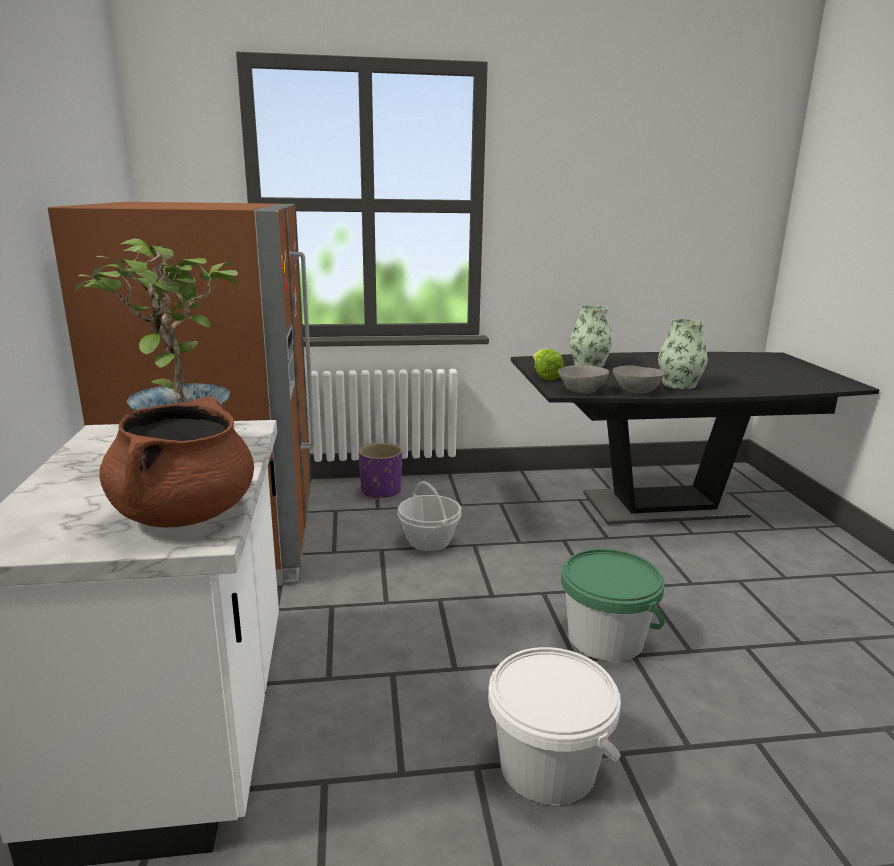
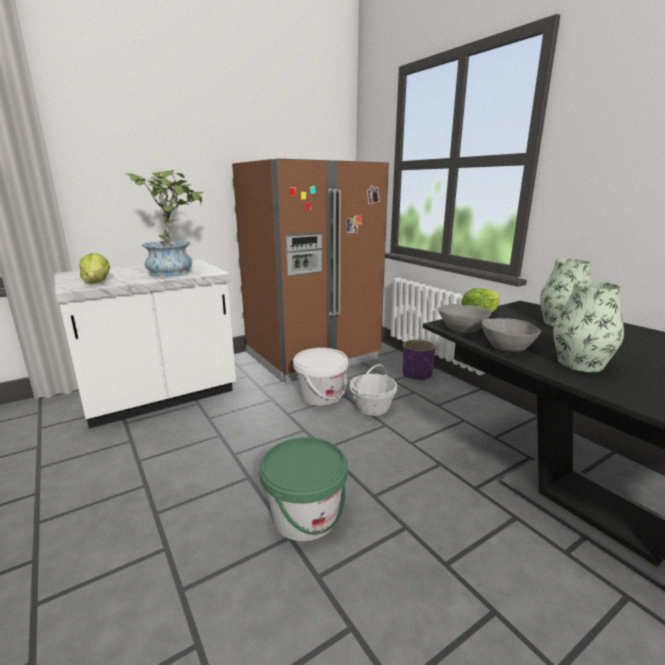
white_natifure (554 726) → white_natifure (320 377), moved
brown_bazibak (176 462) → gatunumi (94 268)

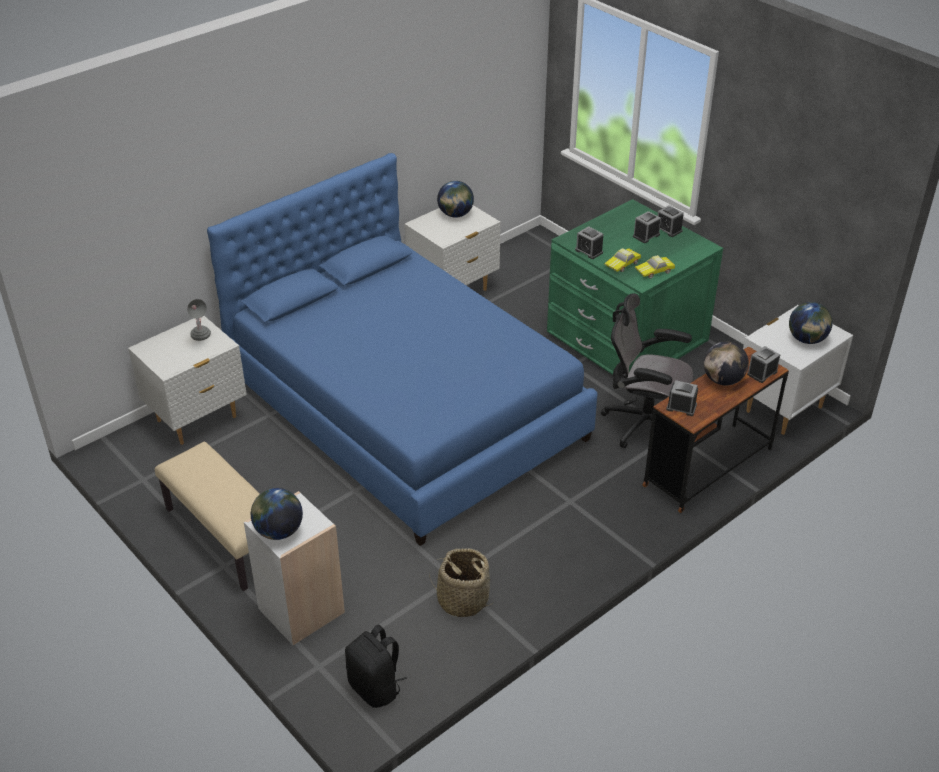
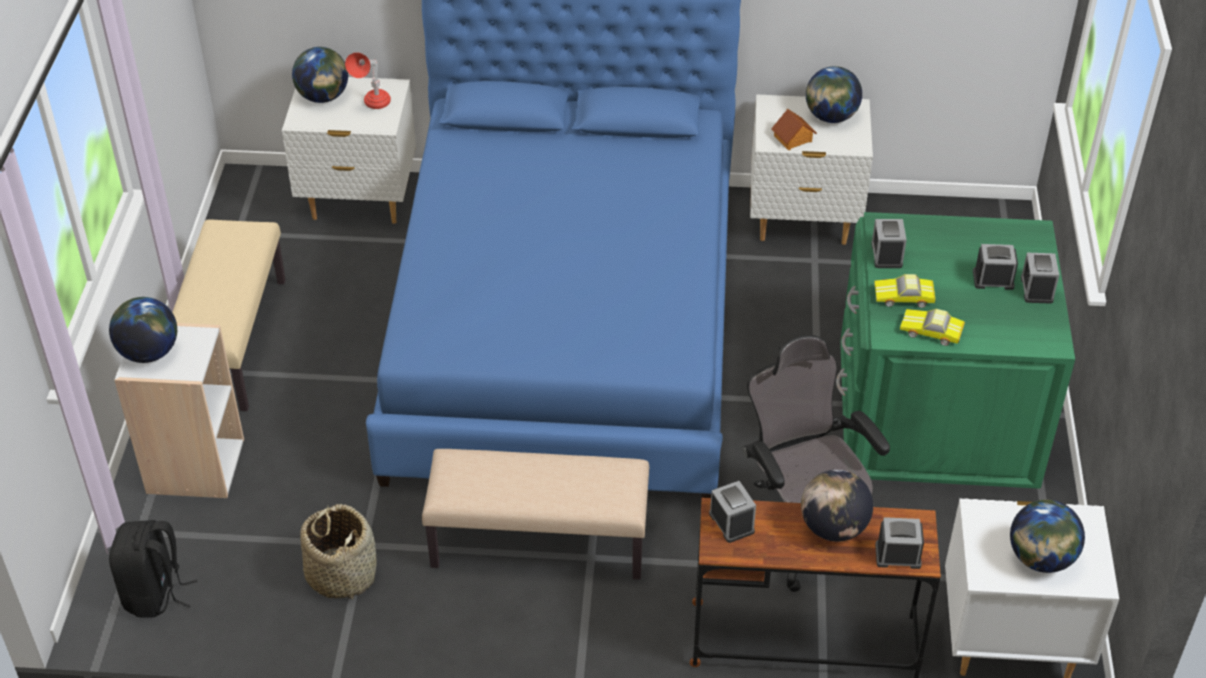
- → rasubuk (320 75)
- → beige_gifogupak (535 514)
- → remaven (794 129)
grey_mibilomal (199 320) → red_mibilomal (368 80)

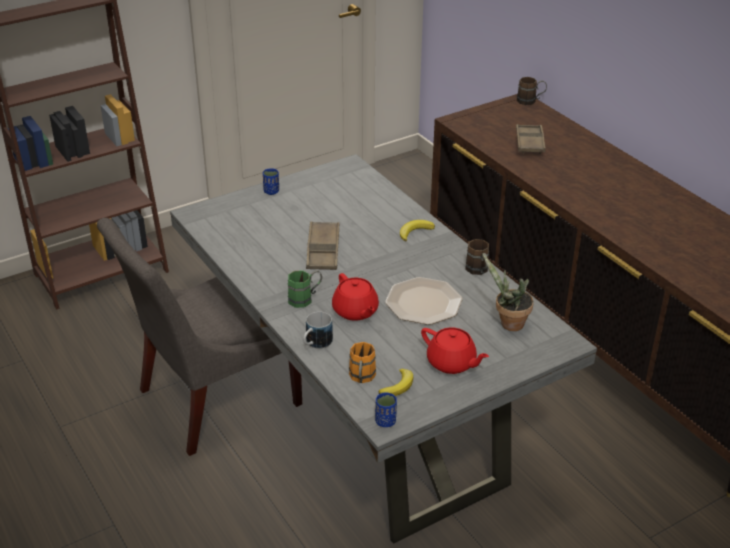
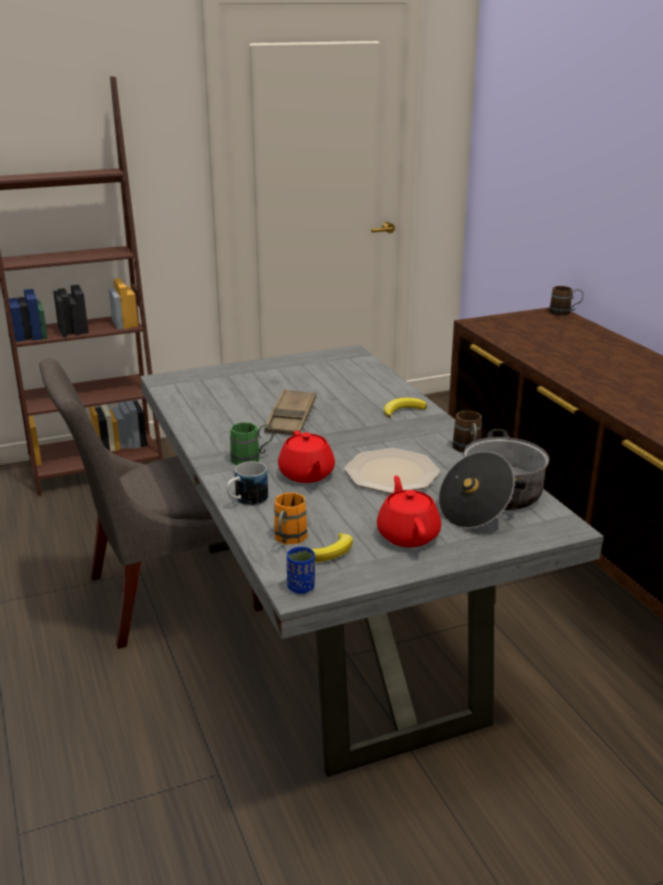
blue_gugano (271 181) → -
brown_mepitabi (531 139) → -
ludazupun (508 292) → bazibak (493 479)
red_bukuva (455 350) → red_bukuva (409 511), 150 degrees counterclockwise

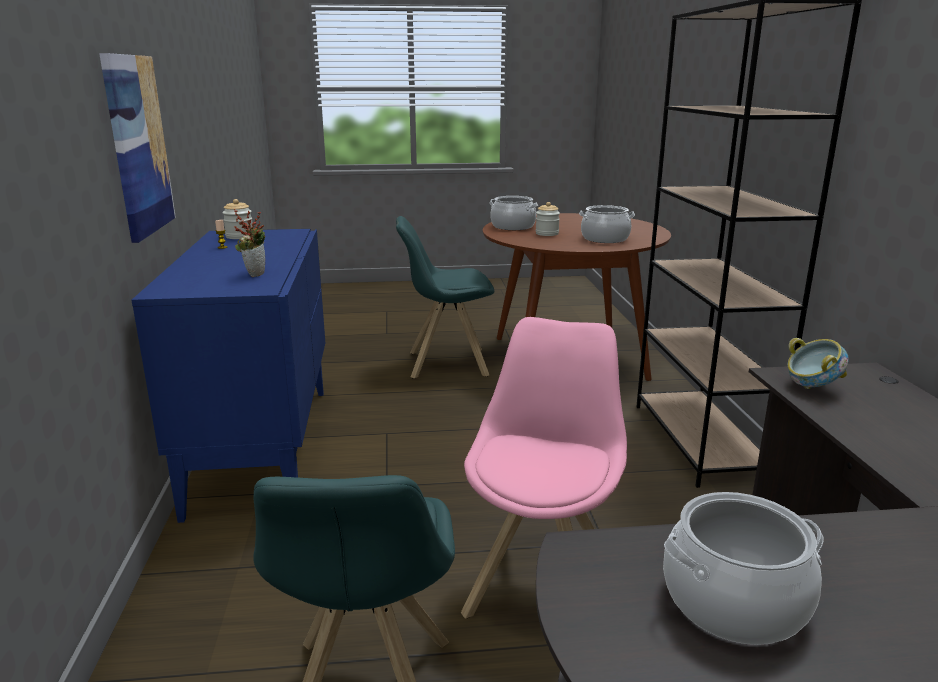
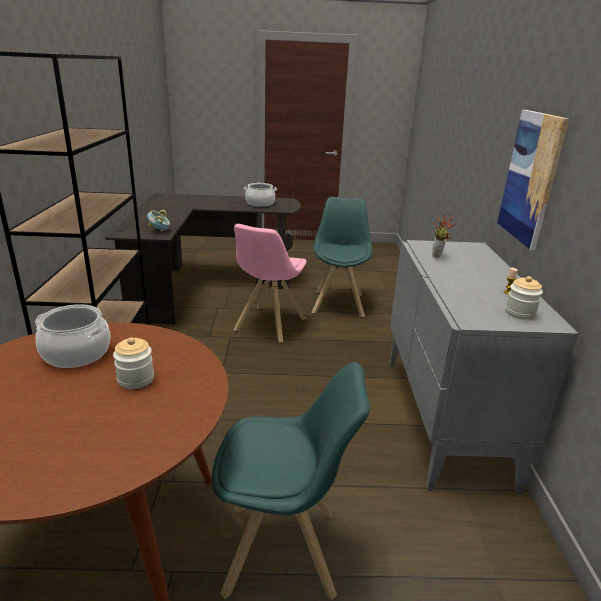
bazibak (513 213) → -
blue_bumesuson (228 376) → grey_bumesuson (484 366)

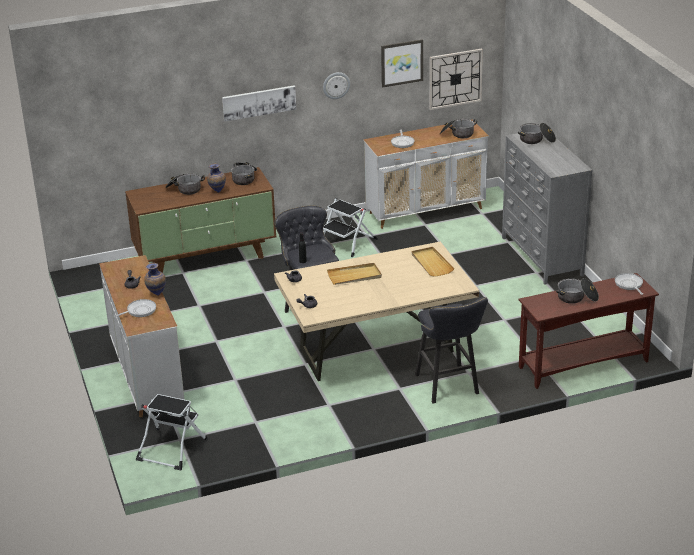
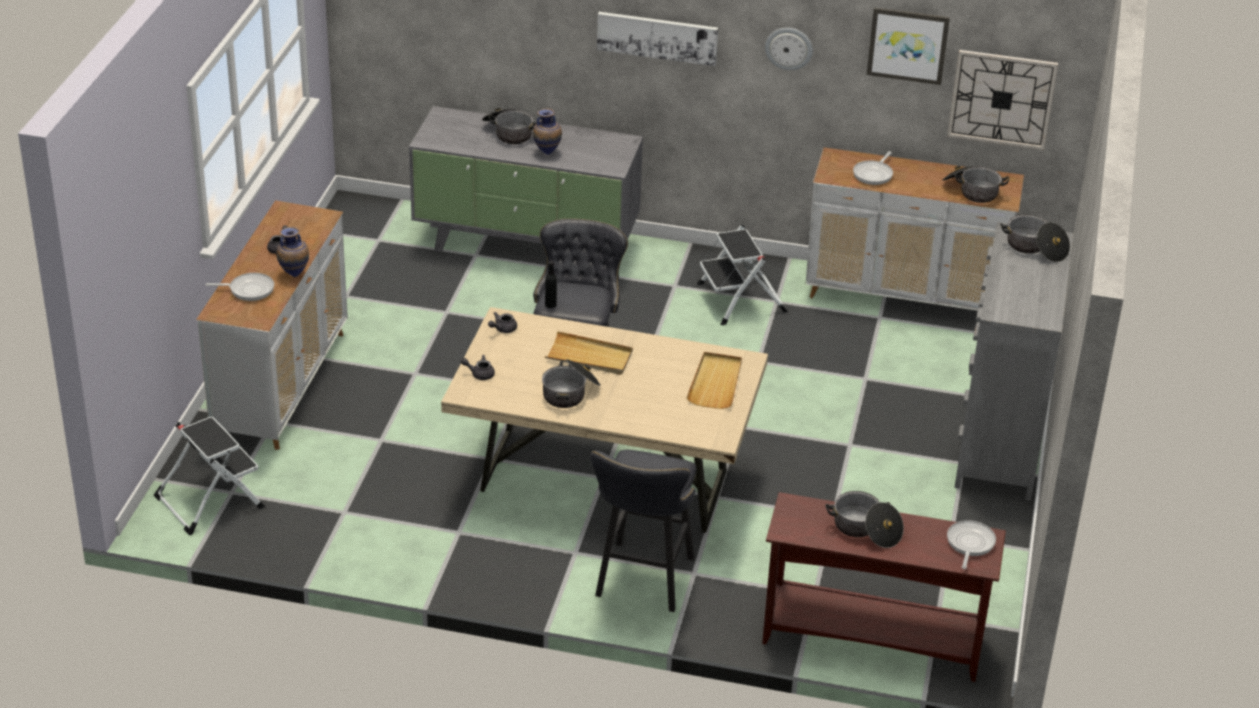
bazibak (244 173) → bazibak (571 383), moved
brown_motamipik (200 220) → grey_motamipik (526 179)

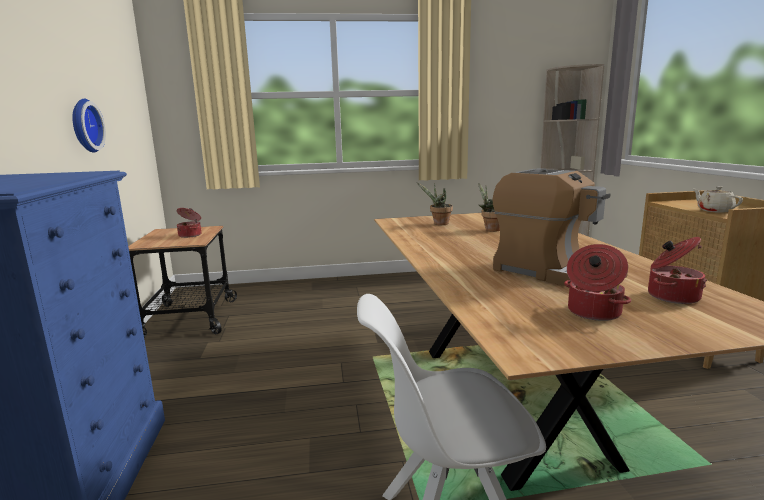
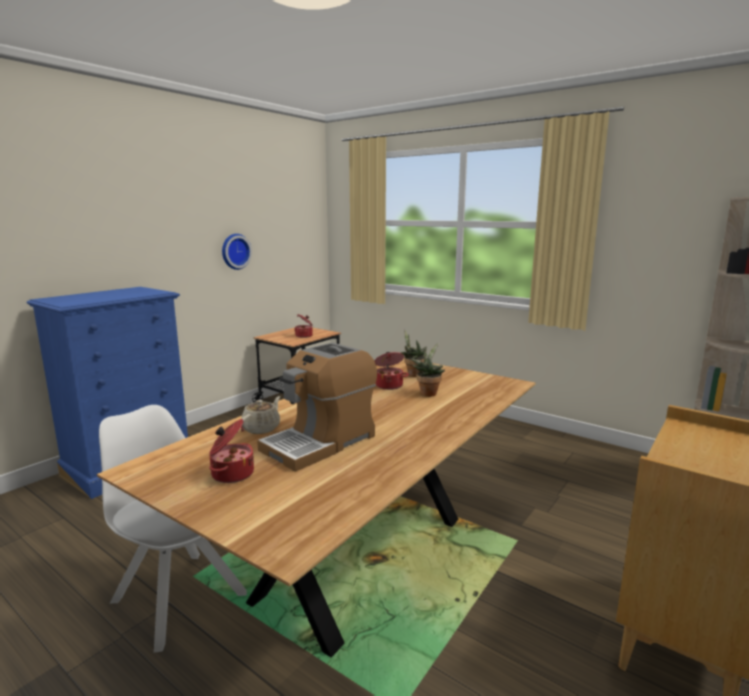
bazibak (677 270) → bazibak (392 371), moved
beige_bukuva (718 199) → beige_bukuva (260 415), moved
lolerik (561 227) → lolerik (317 407), 45 degrees clockwise

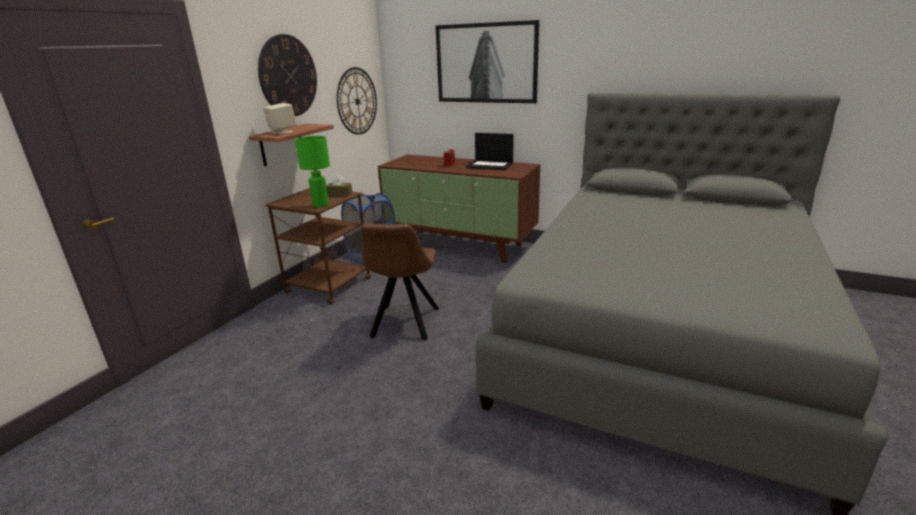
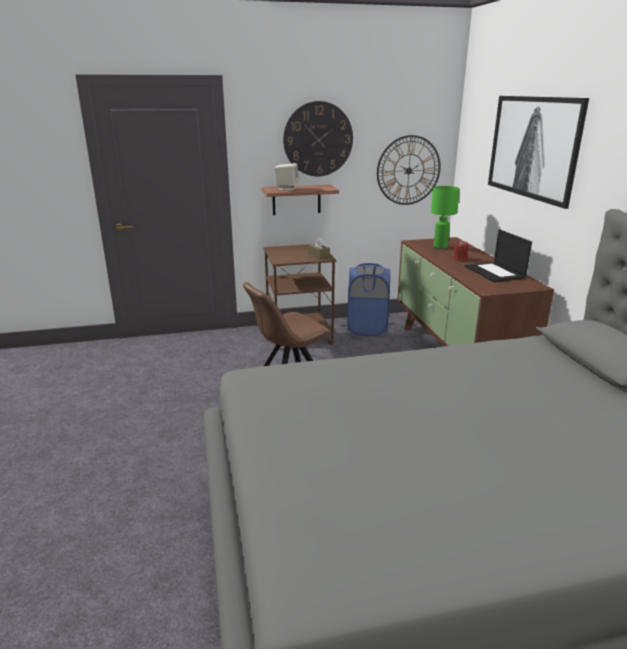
green_mibilomal (312 172) → green_mibilomal (445 217), moved

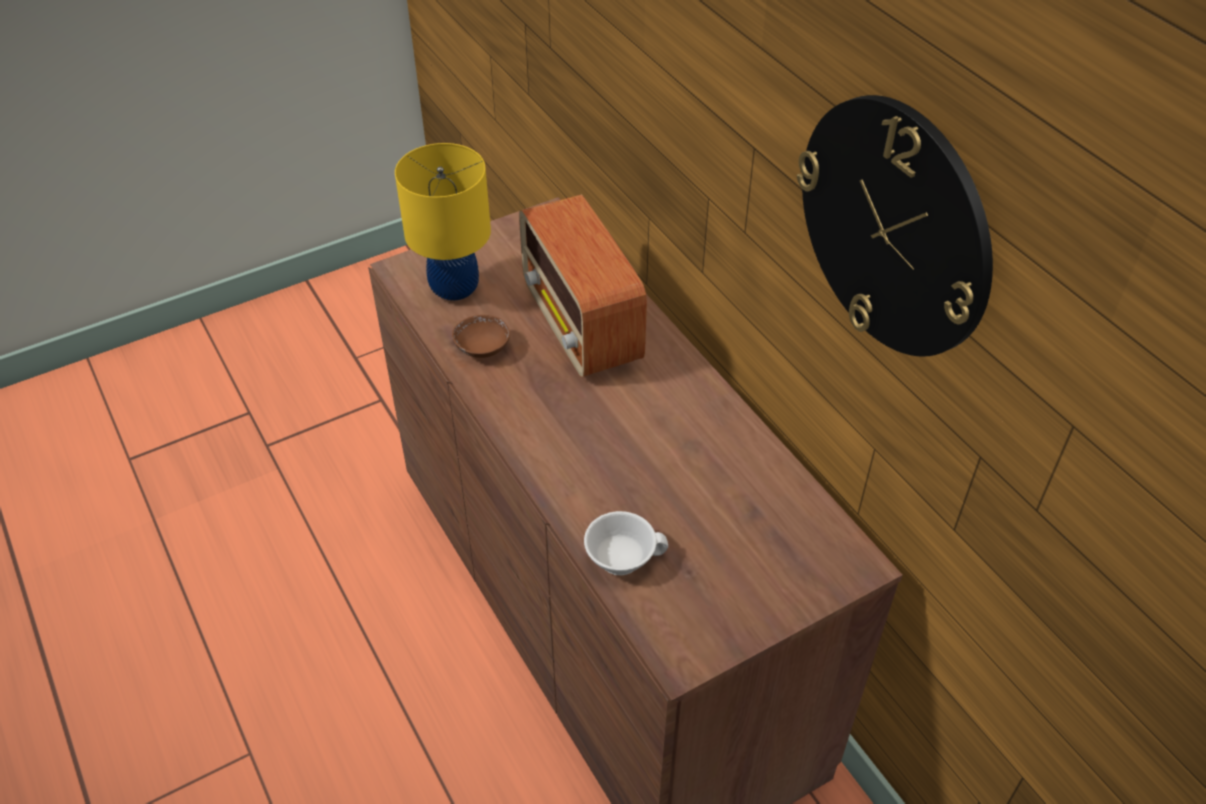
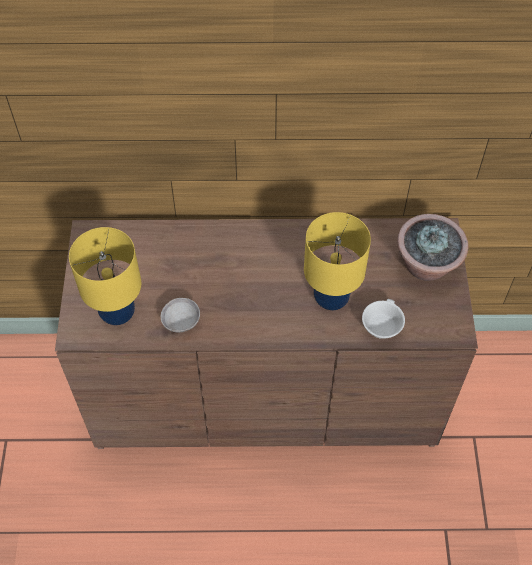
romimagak (583 286) → -
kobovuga (895 226) → -
- → yellow_mibilomal (337 261)
- → ludazupun (433 247)
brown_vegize (481 336) → grey_vegize (180 315)

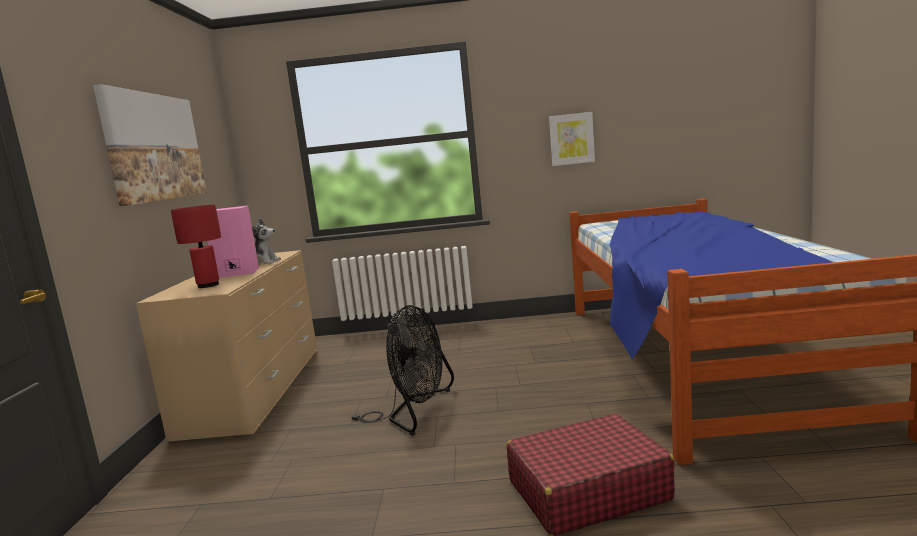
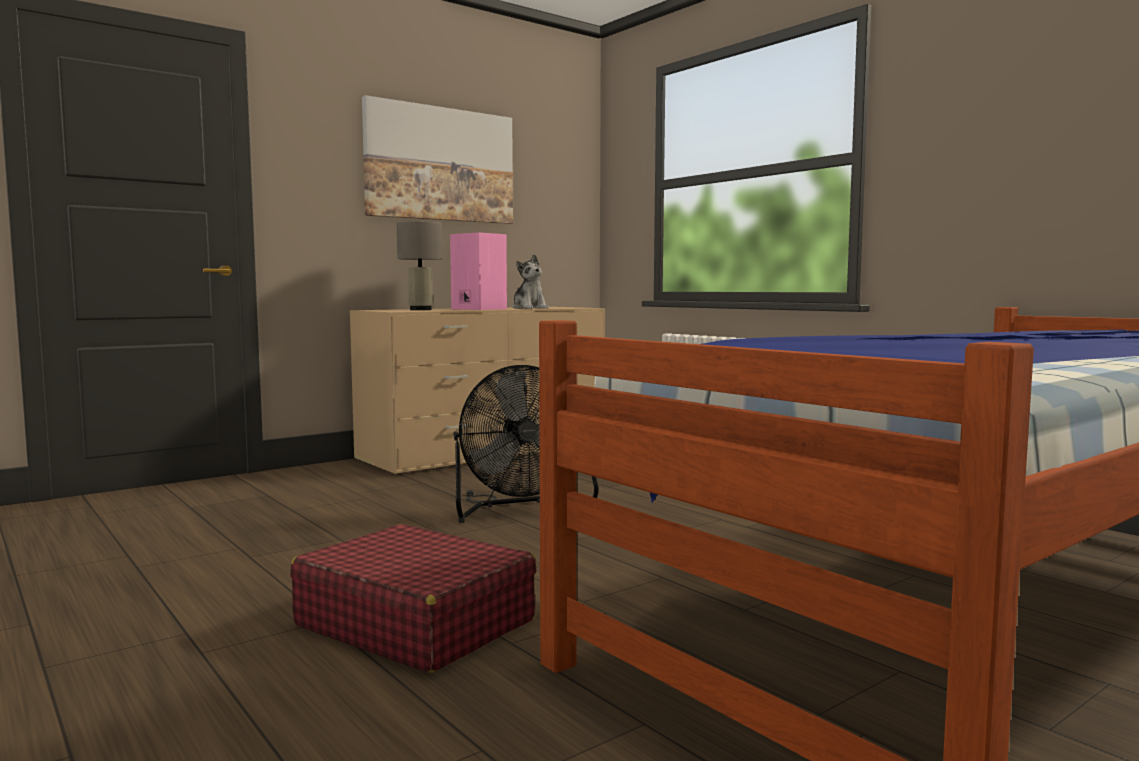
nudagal (572 139) → -
red_mibilomal (196 246) → grey_mibilomal (419 266)

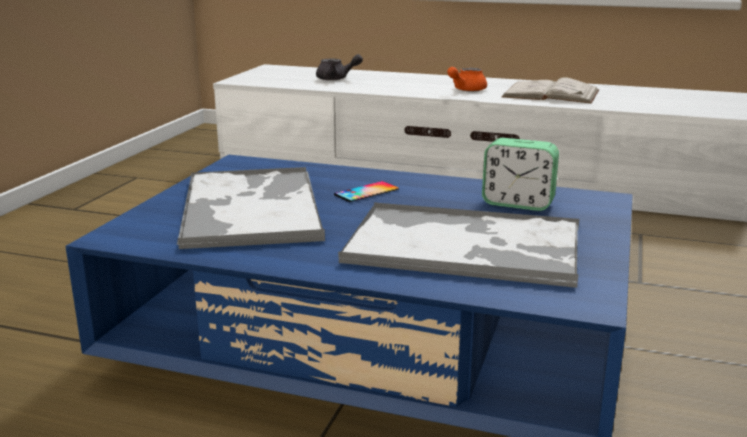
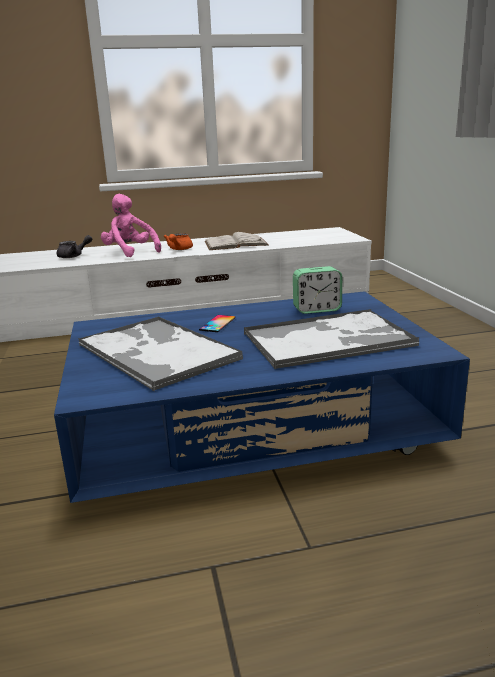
- → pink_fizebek (131 225)

